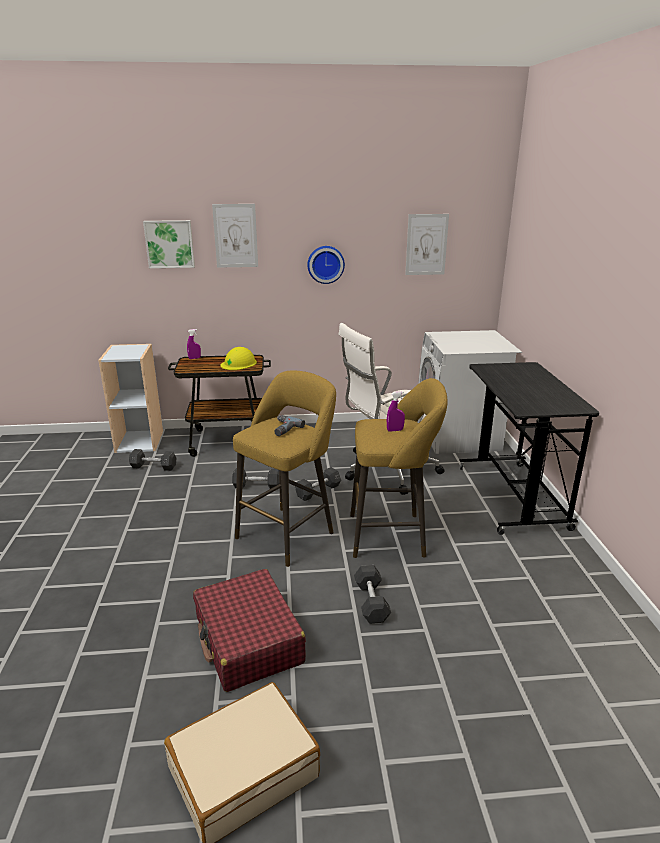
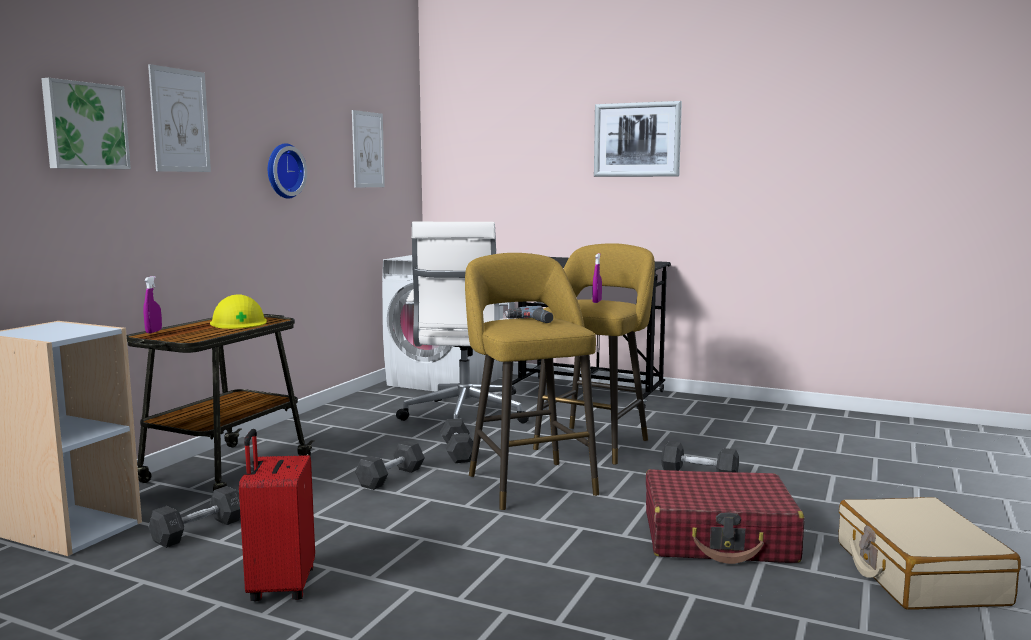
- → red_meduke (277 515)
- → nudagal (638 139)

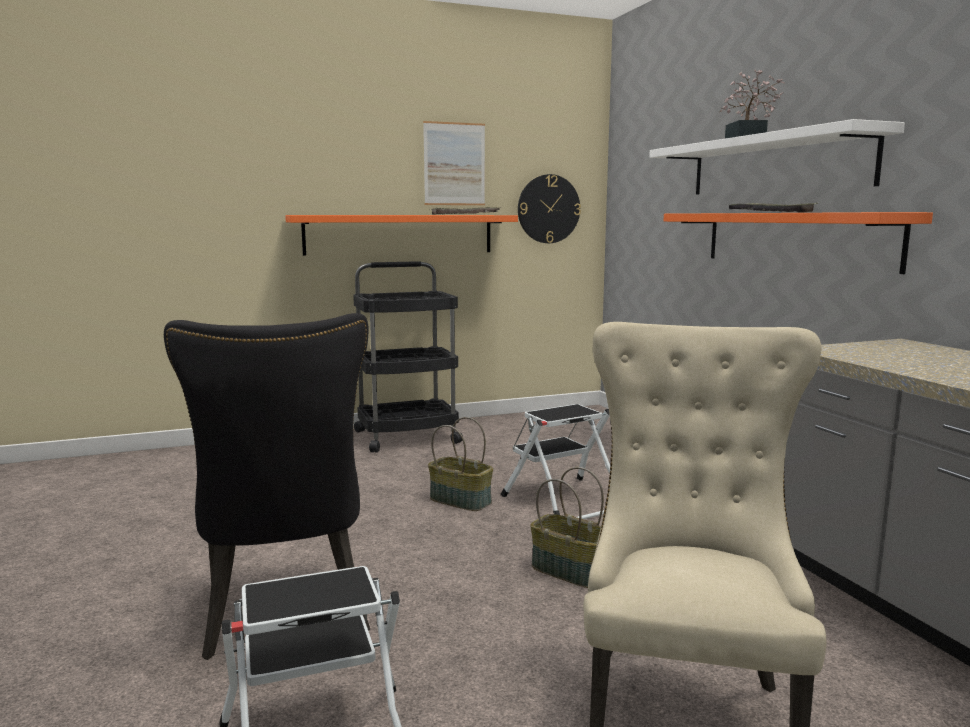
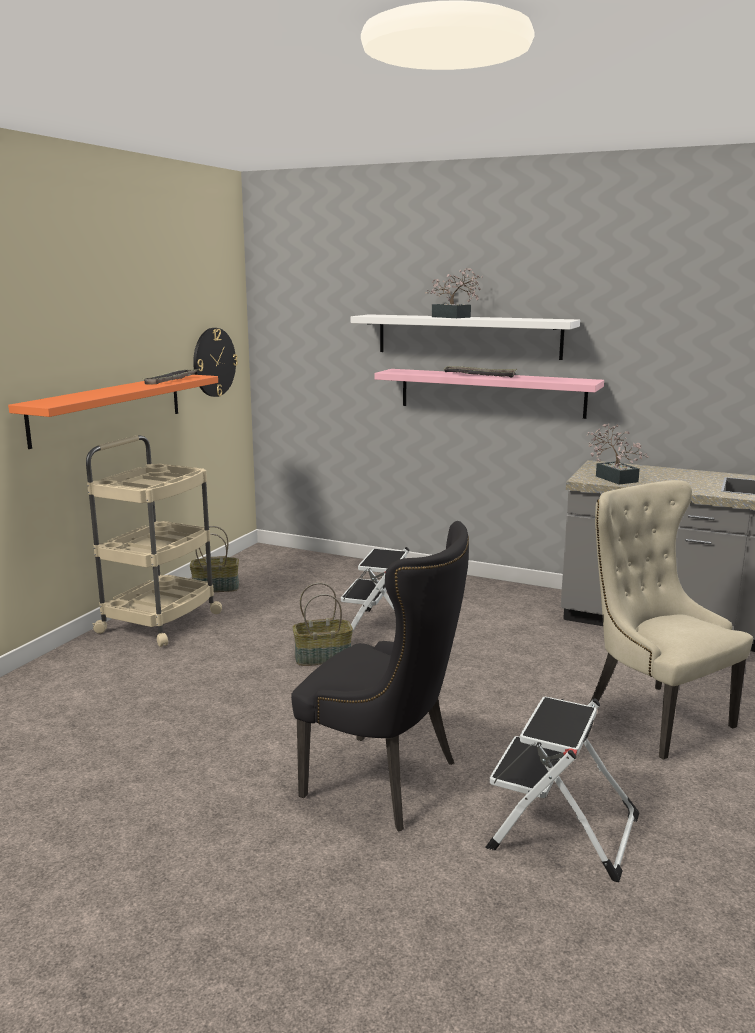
nudagal (454 163) → -
- → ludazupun (618 454)
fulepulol (567 527) → fulepulol (214 559), moved
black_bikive (408 357) → beige_bikive (154 541)
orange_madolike (798 243) → pink_madolike (489 394)

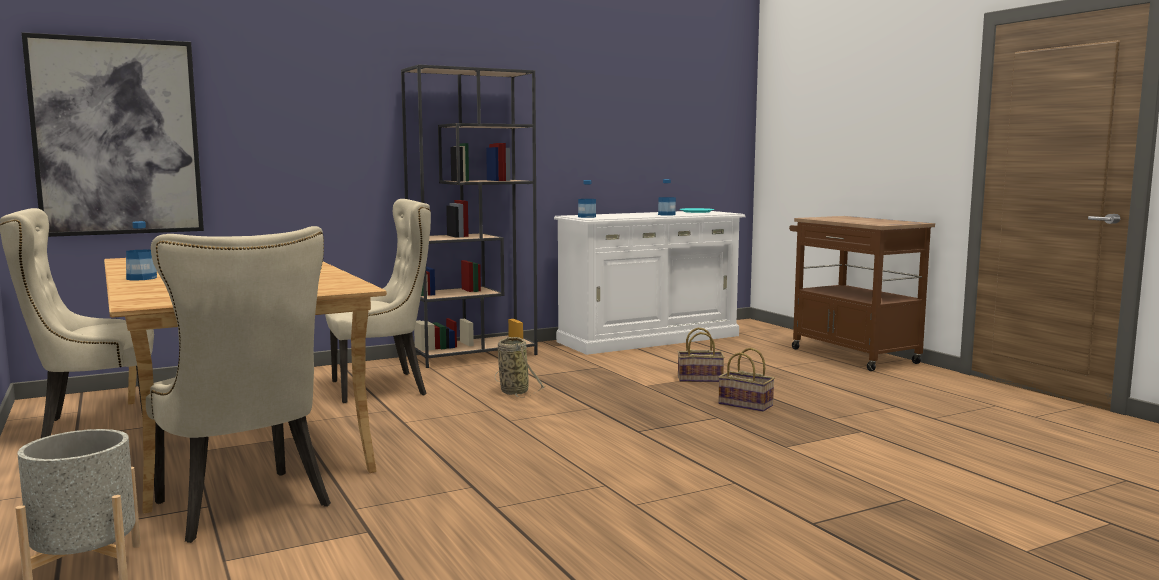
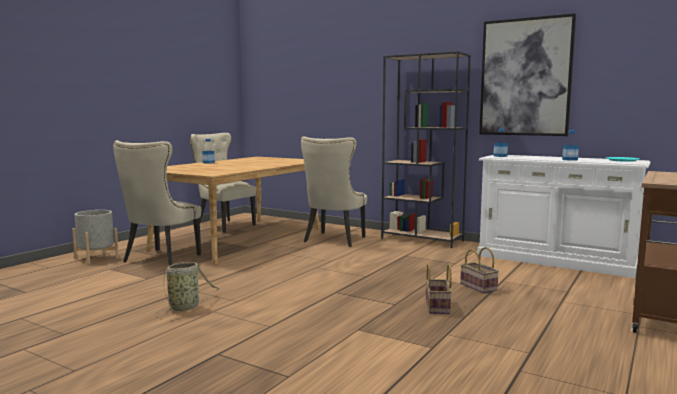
nudagal (113 134) → nudagal (527 74), moved
fulepulol (519 367) → fulepulol (188 287), moved
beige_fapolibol (378 301) → beige_fapolibol (334 192), 75 degrees clockwise

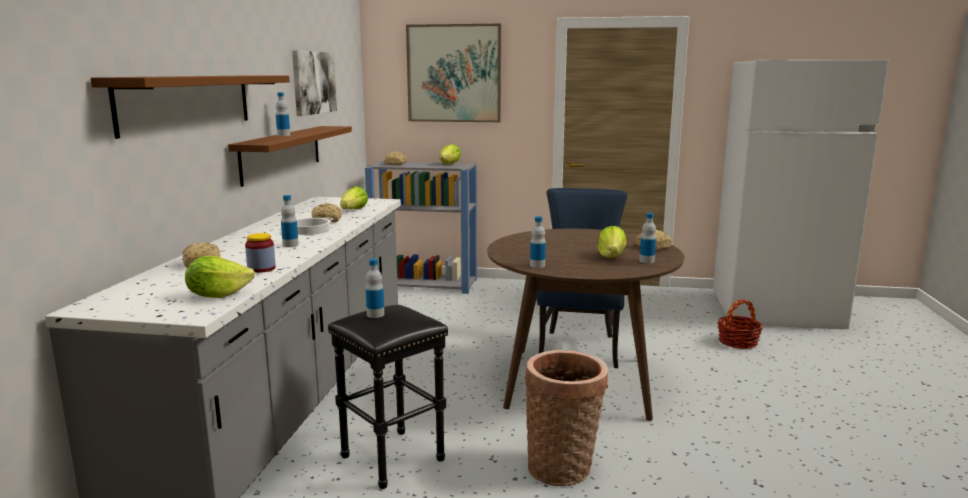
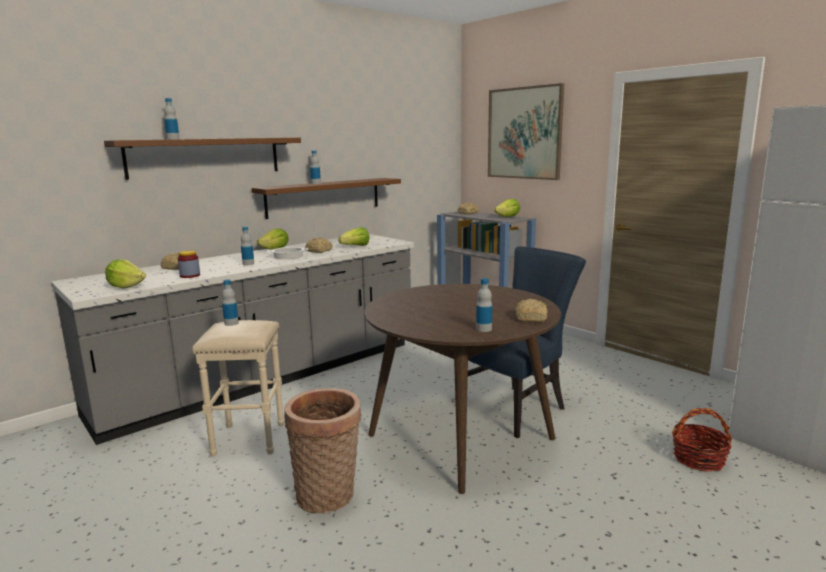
nudagal (314 83) → -
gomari (538 242) → gomari (171 118), moved
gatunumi (612 242) → gatunumi (273 239), moved
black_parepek (388 397) → beige_parepek (238 388)

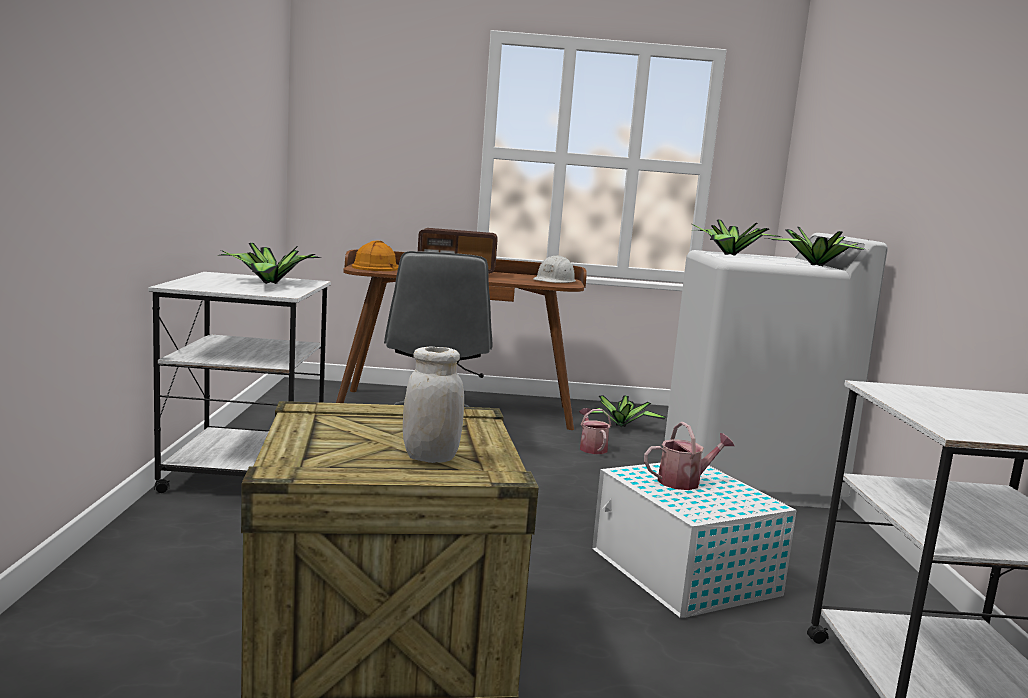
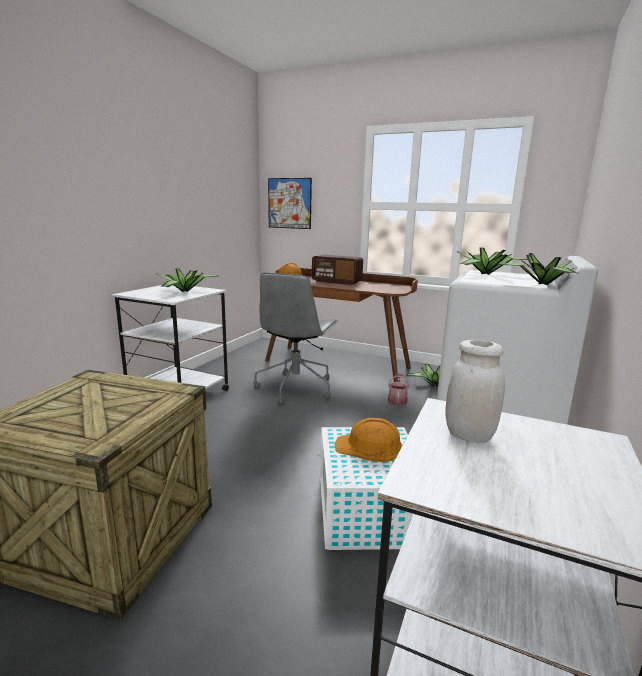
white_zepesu (554 269) → -
- → nudagal (290 203)
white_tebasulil (433 405) → white_tebasulil (475 391), moved
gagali (689 456) → orange_zepesu (369 440)

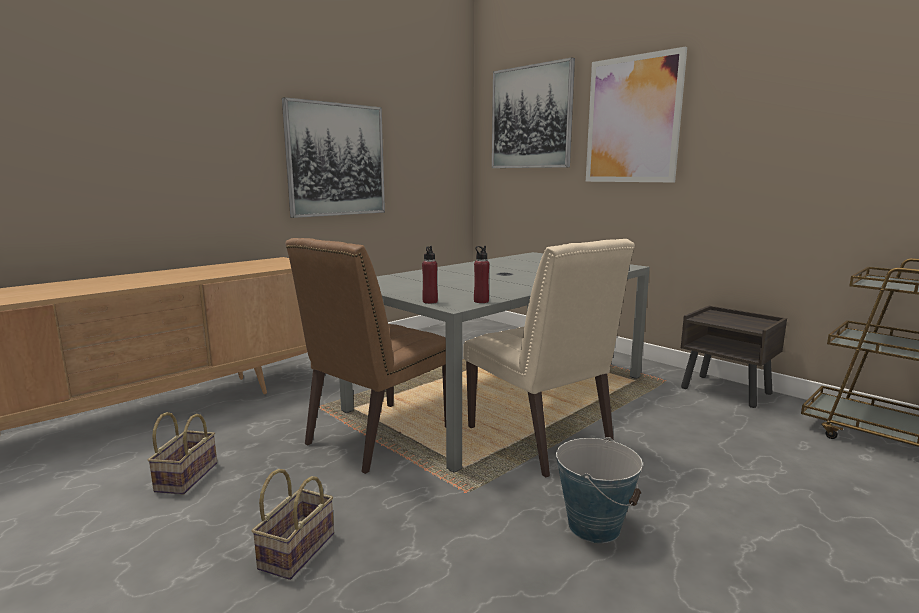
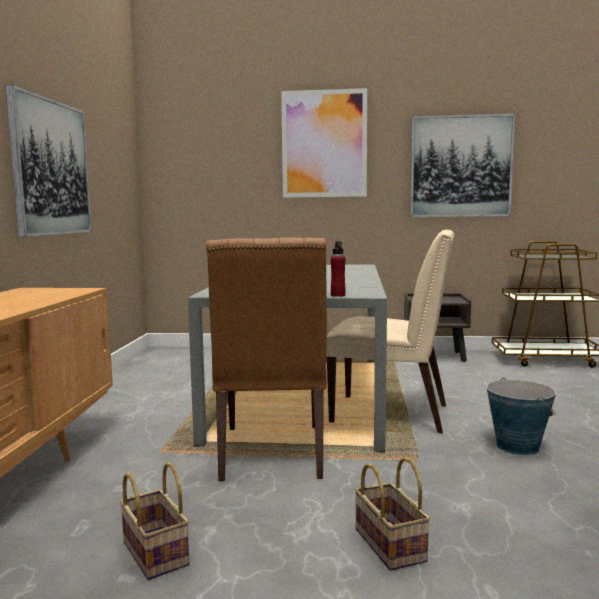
red_gomari (481 274) → -
nudagal (533 112) → nudagal (462 165), moved

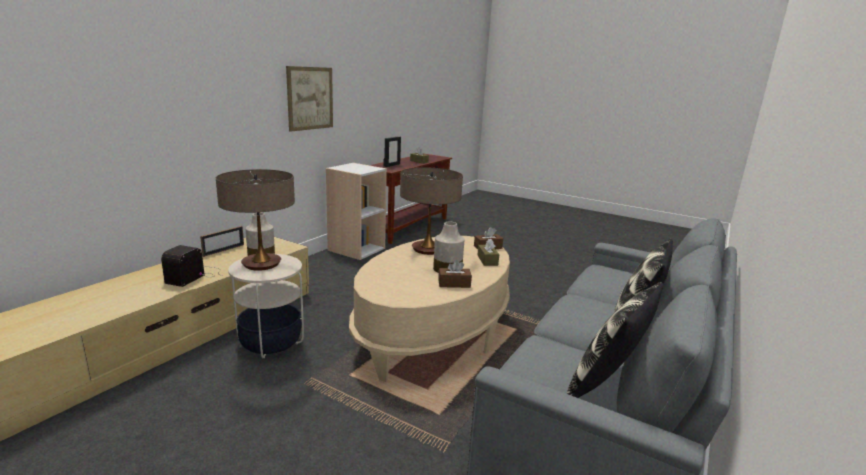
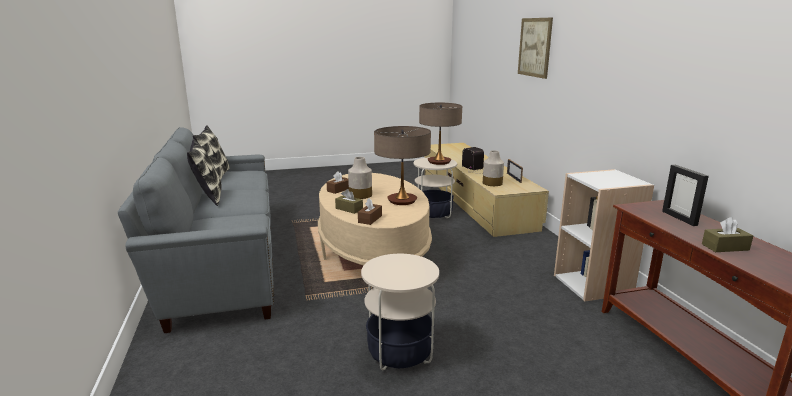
- → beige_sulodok (400 312)
nudagal (309 99) → nudagal (535 48), moved

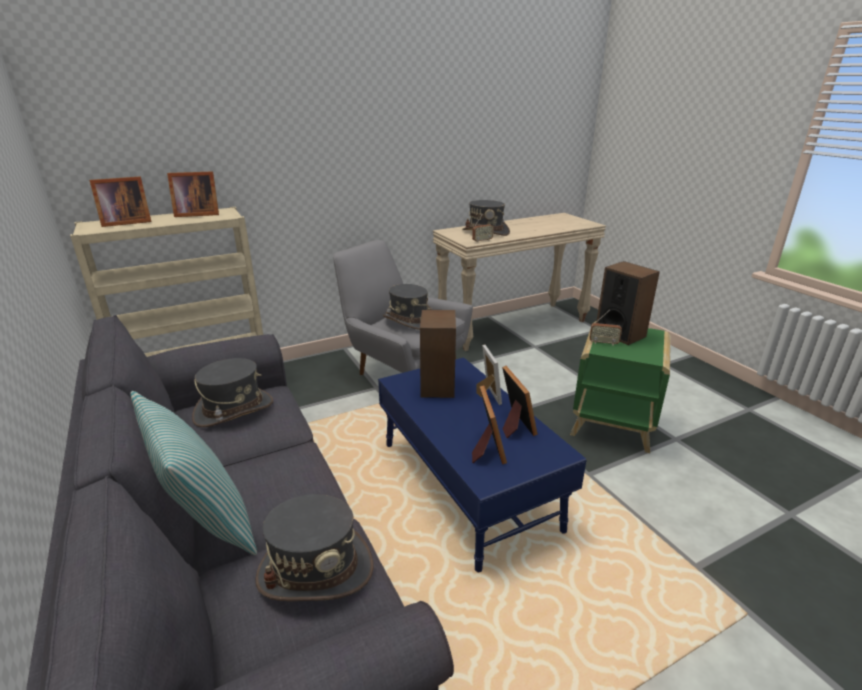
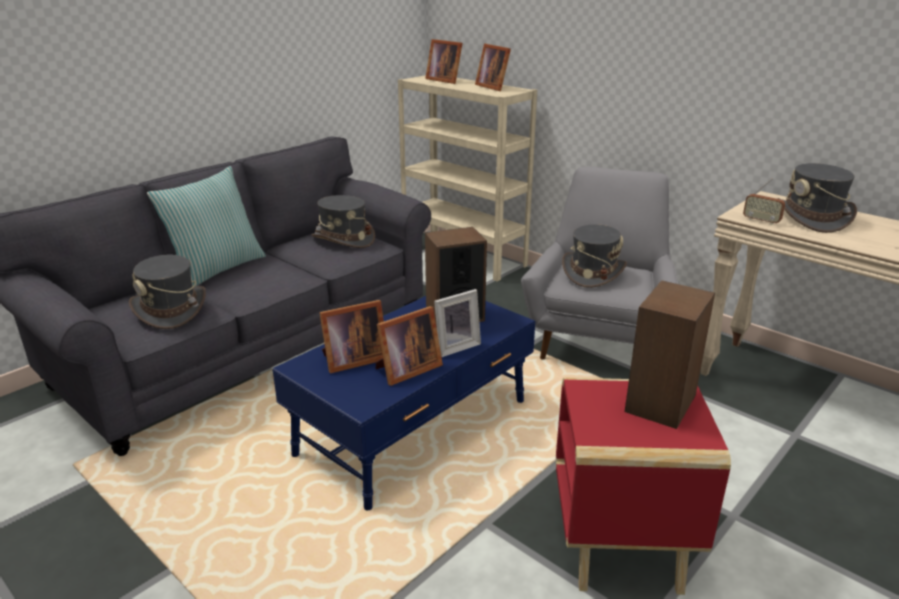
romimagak (606 328) → -
green_sulodok (620 387) → red_sulodok (643 486)

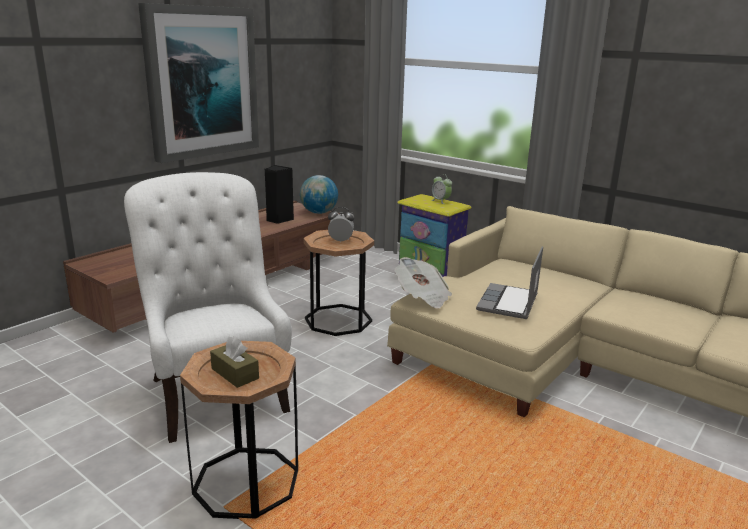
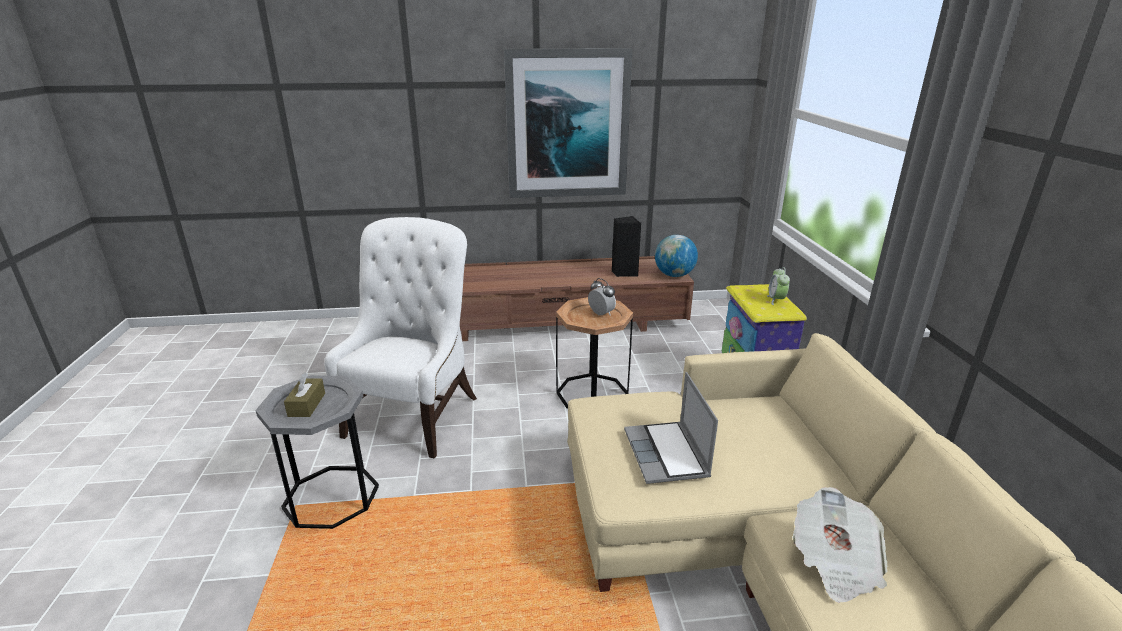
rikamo (423 283) → rikamo (839 545), moved
brown_sulodok (239 430) → grey_sulodok (317 452)
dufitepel (509 282) → dufitepel (671 428), 75 degrees counterclockwise

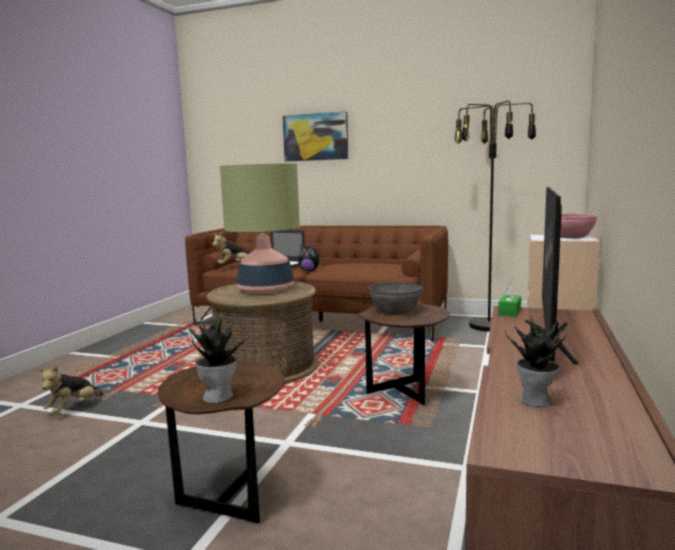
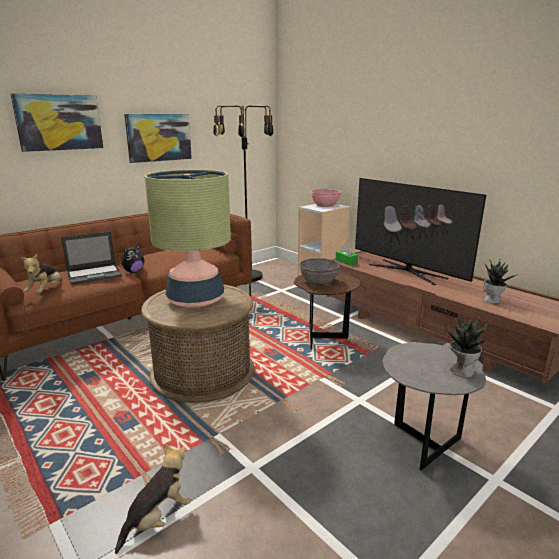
- → nudagal (158 138)
brown_sulodok (221 442) → grey_sulodok (434 406)
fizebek (70 389) → fizebek (153 499), 105 degrees counterclockwise

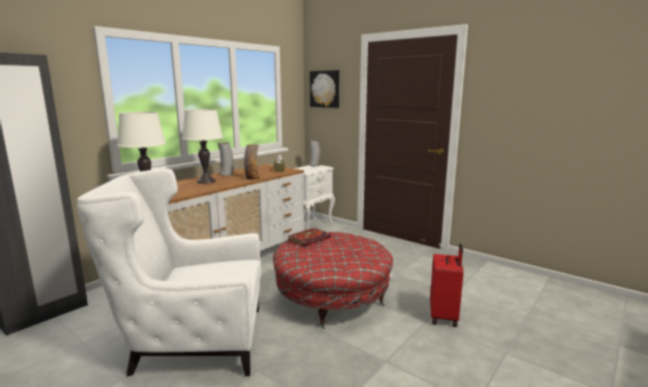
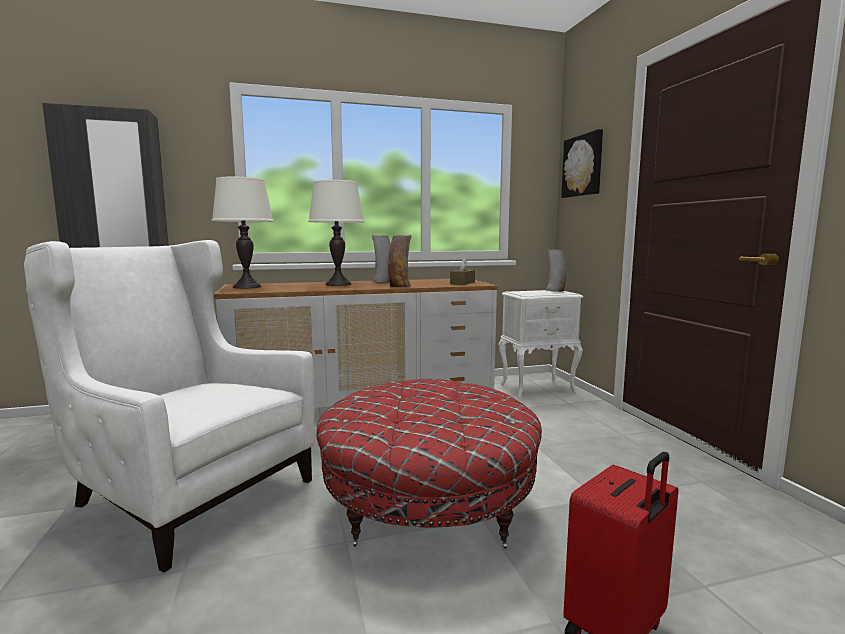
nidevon (309 237) → -

